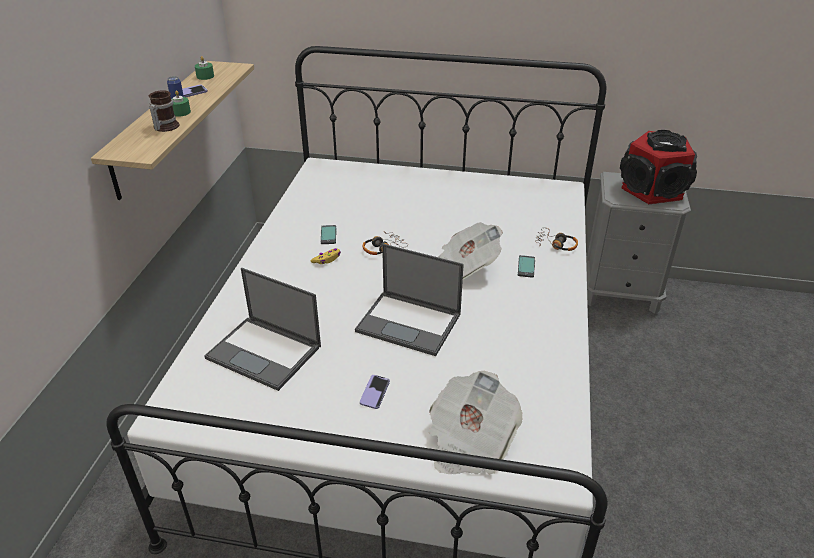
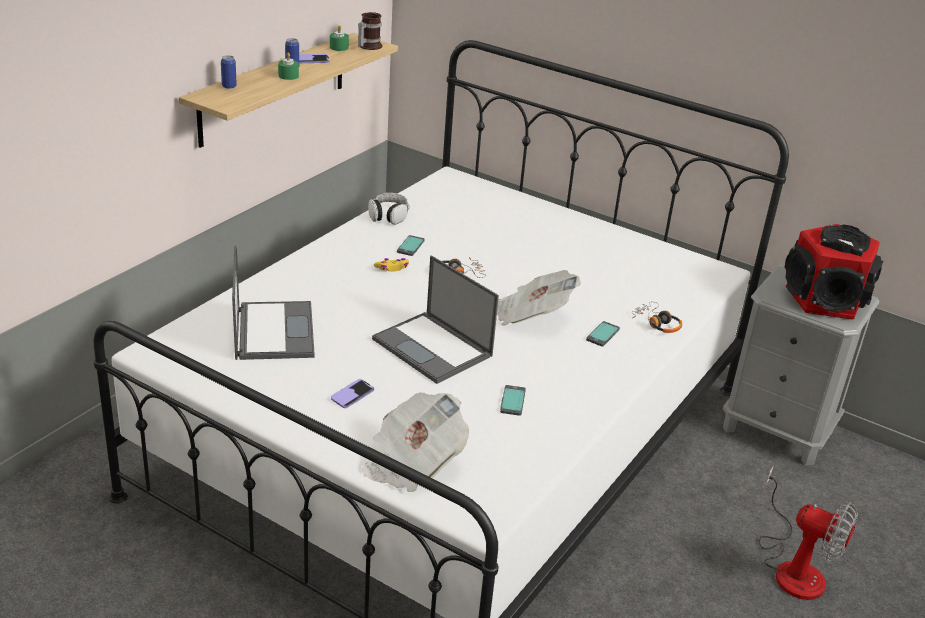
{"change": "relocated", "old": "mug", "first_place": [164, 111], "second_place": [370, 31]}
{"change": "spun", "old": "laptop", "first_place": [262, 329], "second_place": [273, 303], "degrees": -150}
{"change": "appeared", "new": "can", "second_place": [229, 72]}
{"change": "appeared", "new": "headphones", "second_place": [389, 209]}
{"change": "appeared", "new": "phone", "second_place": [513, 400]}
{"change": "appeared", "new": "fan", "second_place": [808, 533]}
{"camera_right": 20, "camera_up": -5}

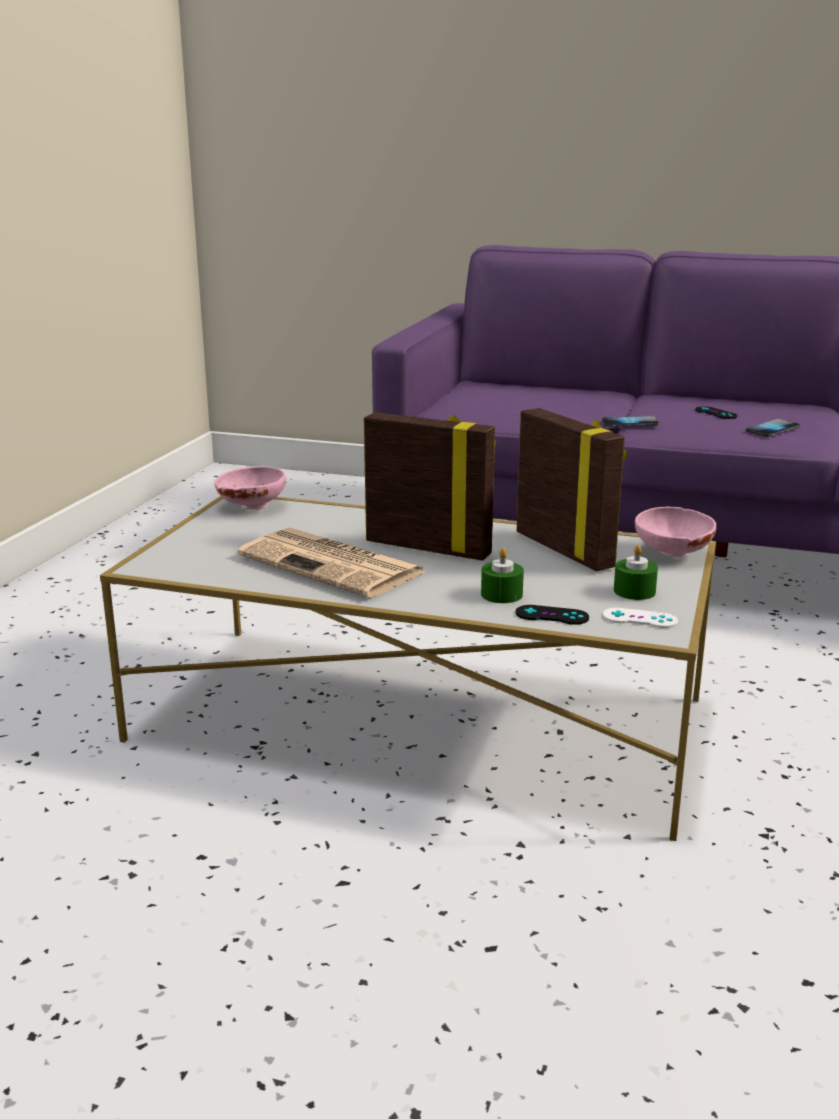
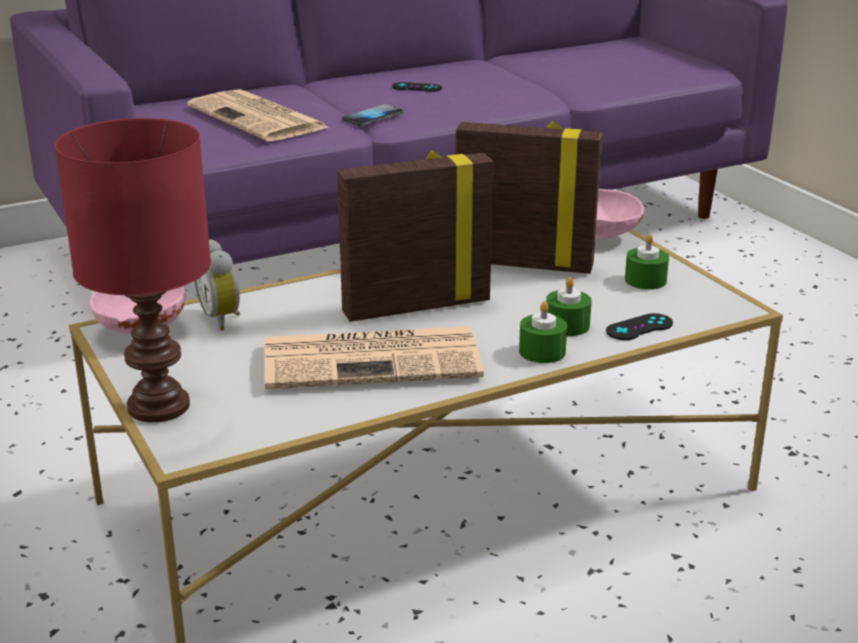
{"change": "missing", "old": "phone", "first_place": [773, 428]}
{"change": "missing", "old": "white game controller", "first_place": [640, 618]}
{"change": "appeared", "new": "newspaper", "second_place": [259, 115]}
{"change": "appeared", "new": "red table lamp", "second_place": [133, 270]}
{"change": "appeared", "new": "alarm clock", "second_place": [217, 285]}
{"change": "appeared", "new": "green candle", "second_place": [543, 332]}
{"camera_right": -45, "camera_up": 5}

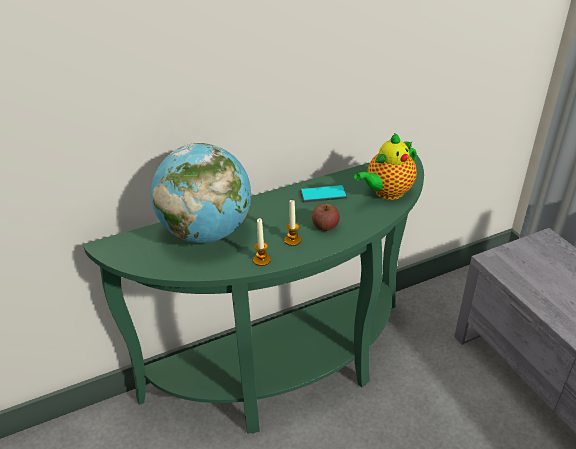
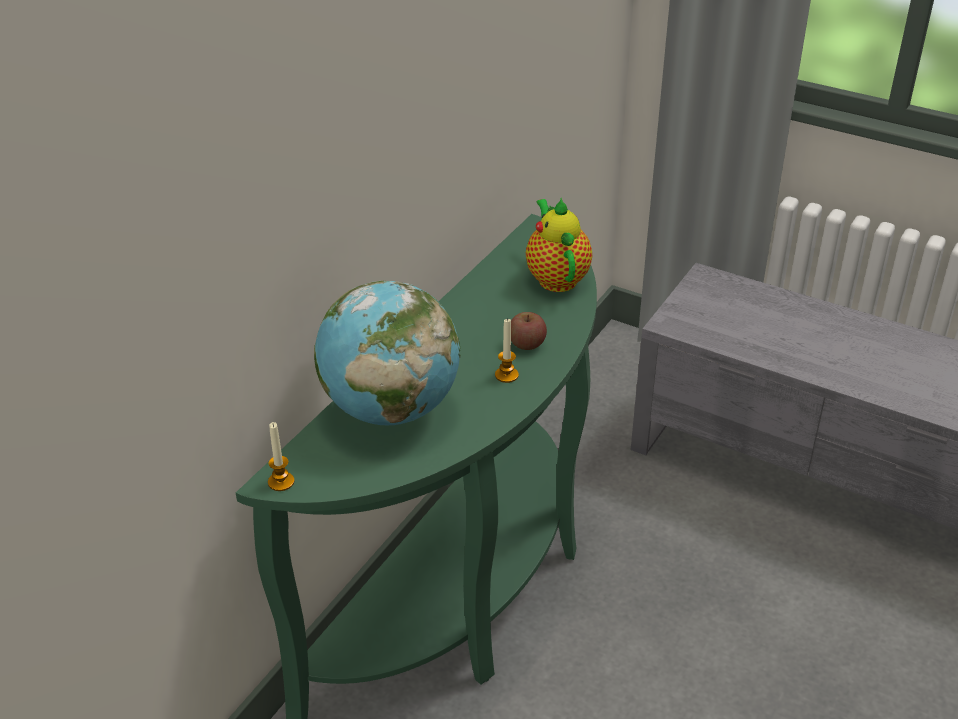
{"change": "spun", "old": "teapot", "first_place": [385, 166], "second_place": [559, 245], "degrees": 150}
{"change": "missing", "old": "phone", "first_place": [323, 194]}
{"change": "relocated", "old": "candle", "first_place": [262, 242], "second_place": [281, 456]}
{"camera_right": -35, "camera_up": 0}

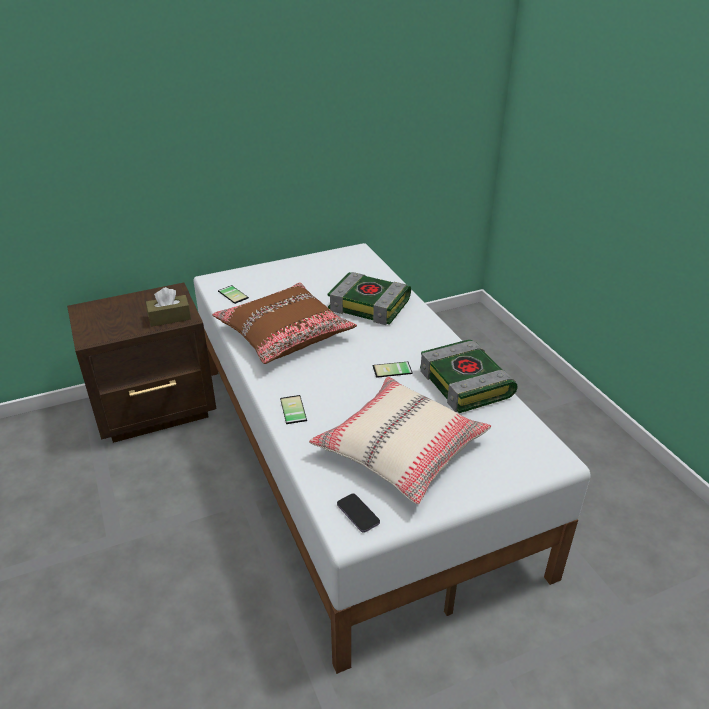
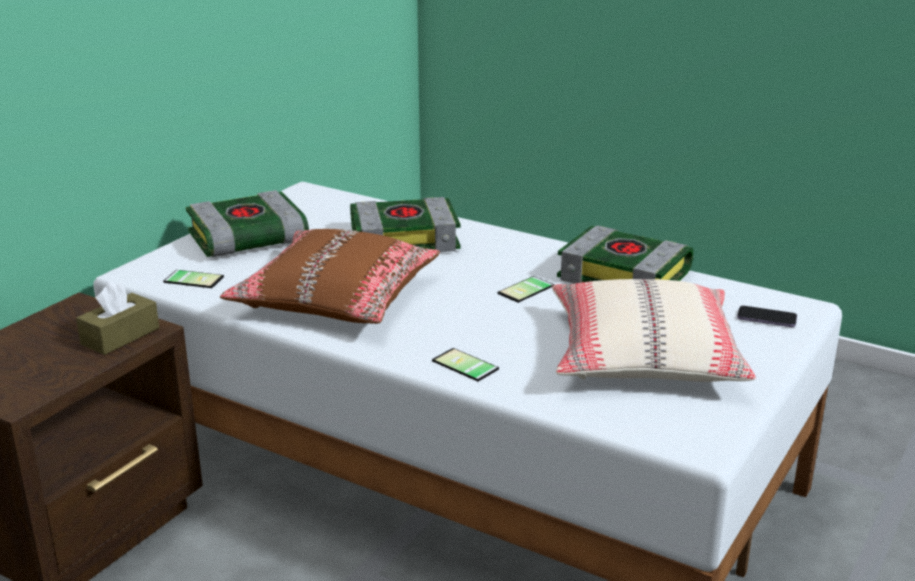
{"change": "relocated", "old": "phone", "first_place": [358, 513], "second_place": [767, 316]}
{"change": "appeared", "new": "book", "second_place": [247, 223]}
{"camera_right": -35, "camera_up": -10}

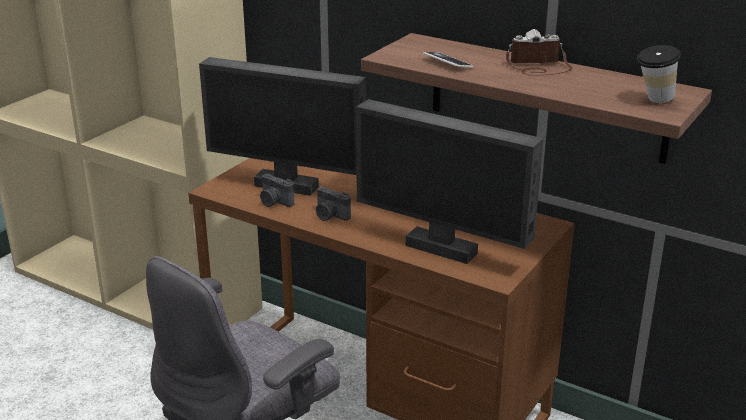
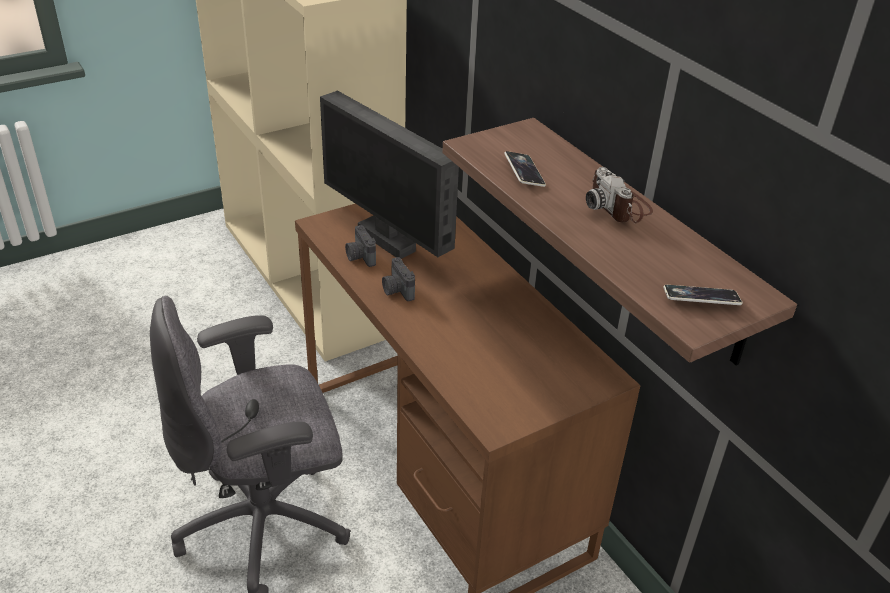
{"change": "spun", "old": "photo camera", "first_place": [539, 52], "second_place": [619, 195], "degrees": -135}
{"change": "exchanged", "old": "cup", "new": "phone", "first_place": [659, 74], "second_place": [703, 295]}
{"change": "missing", "old": "monitor", "first_place": [450, 181]}
{"camera_right": 25, "camera_up": 10}

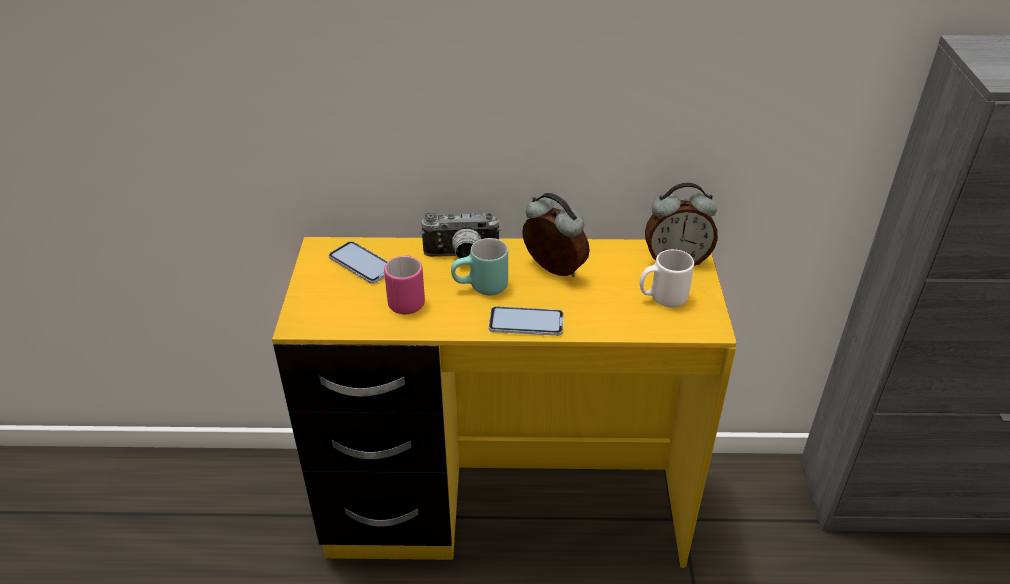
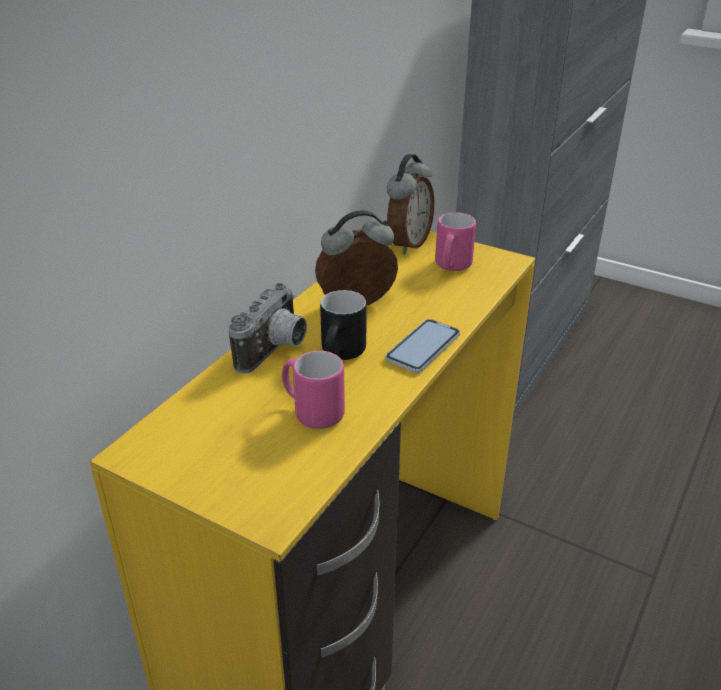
{"change": "colour", "old": "turquoise mug", "new": "black mug", "first_place": [479, 266], "second_place": [343, 325]}
{"change": "missing", "old": "phone", "first_place": [358, 262]}
{"change": "colour", "old": "white mug", "new": "pink mug", "first_place": [667, 278], "second_place": [455, 241]}
{"camera_right": -60, "camera_up": -5}

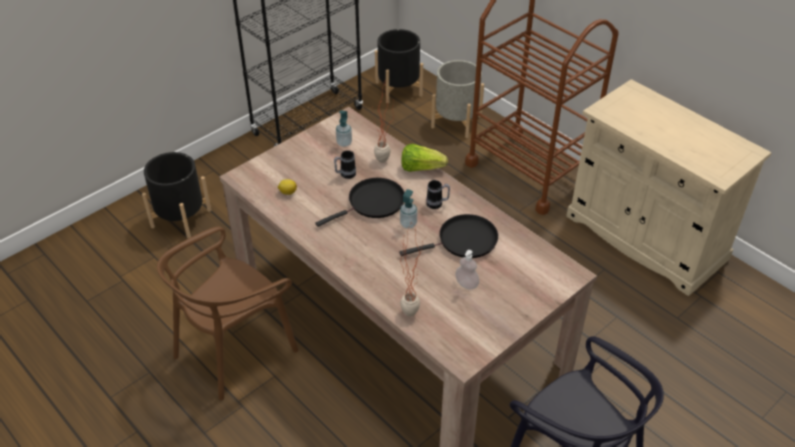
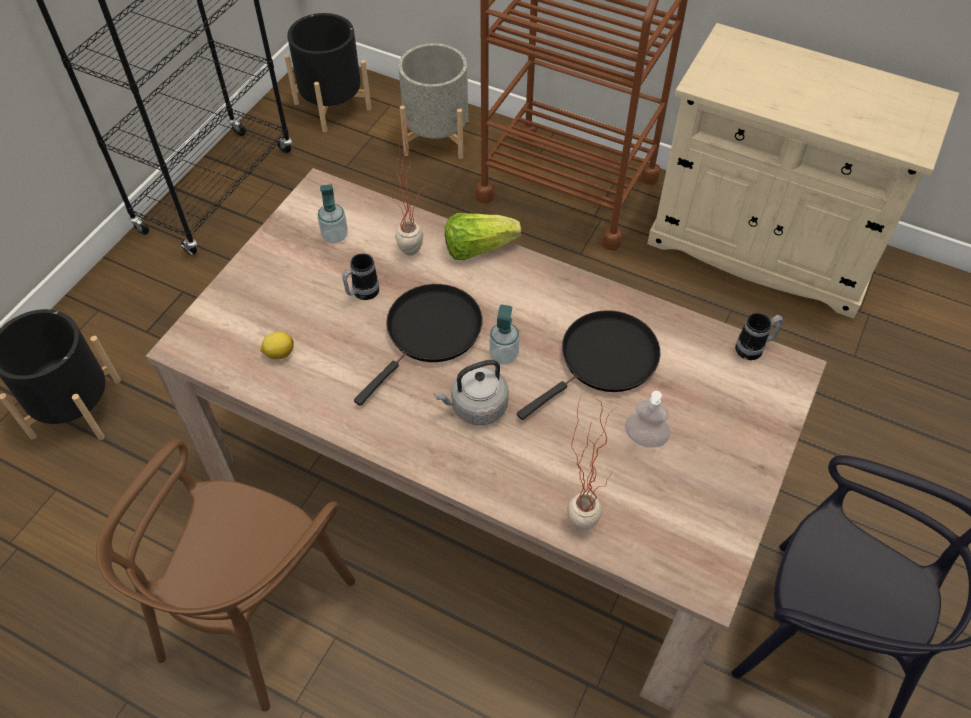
{"change": "relocated", "old": "mug", "first_place": [438, 194], "second_place": [759, 336]}
{"change": "appeared", "new": "grey kettle", "second_place": [471, 392]}
{"camera_right": -20, "camera_up": 10}

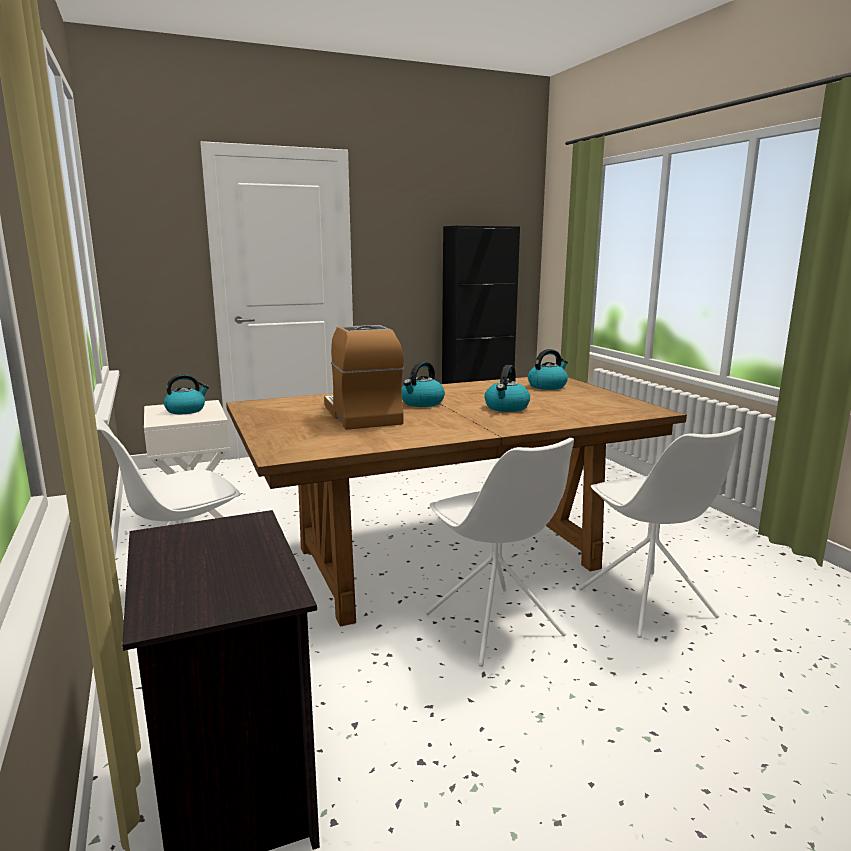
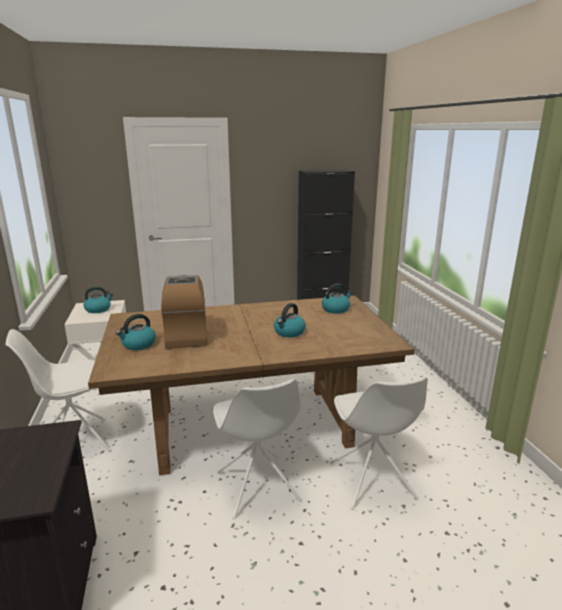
{"change": "relocated", "old": "kettle", "first_place": [423, 384], "second_place": [136, 332]}
{"camera_right": 10, "camera_up": 5}

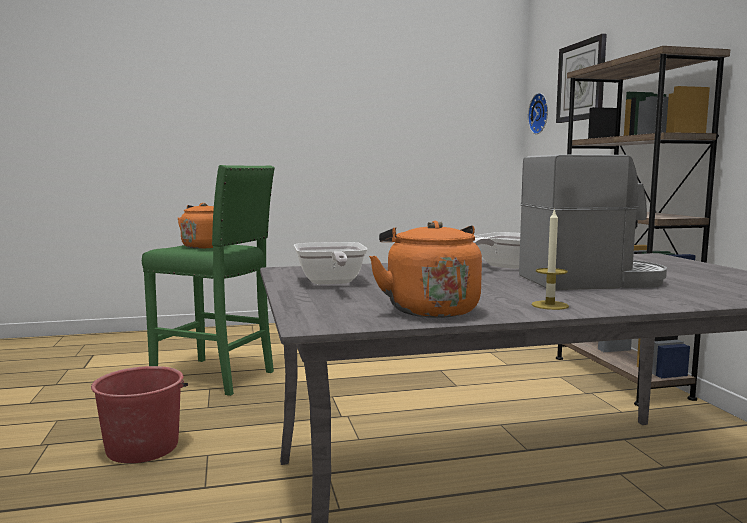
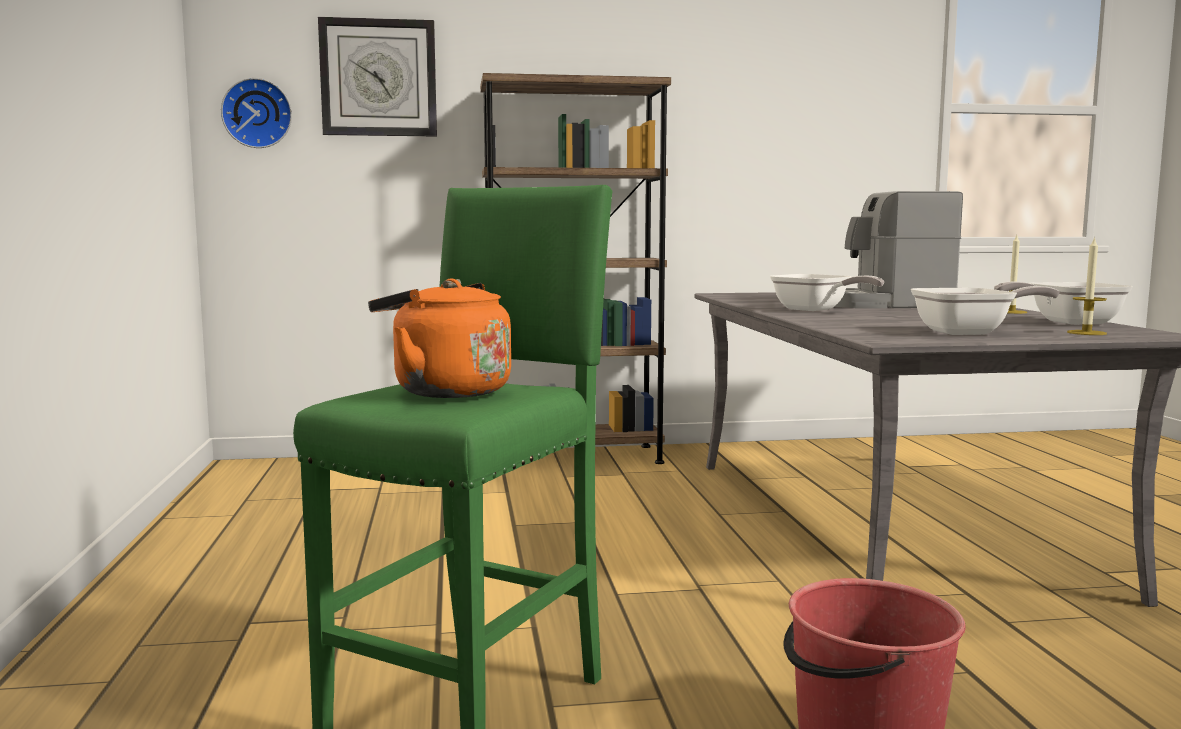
{"change": "spun", "old": "coffee machine", "first_place": [593, 222], "second_place": [898, 249], "degrees": -90}
{"change": "exchanged", "old": "orange kettle", "new": "frying pan", "first_place": [425, 269], "second_place": [1063, 303]}
{"change": "appeared", "new": "candle", "second_place": [1087, 285]}
{"camera_right": -85, "camera_up": 0}

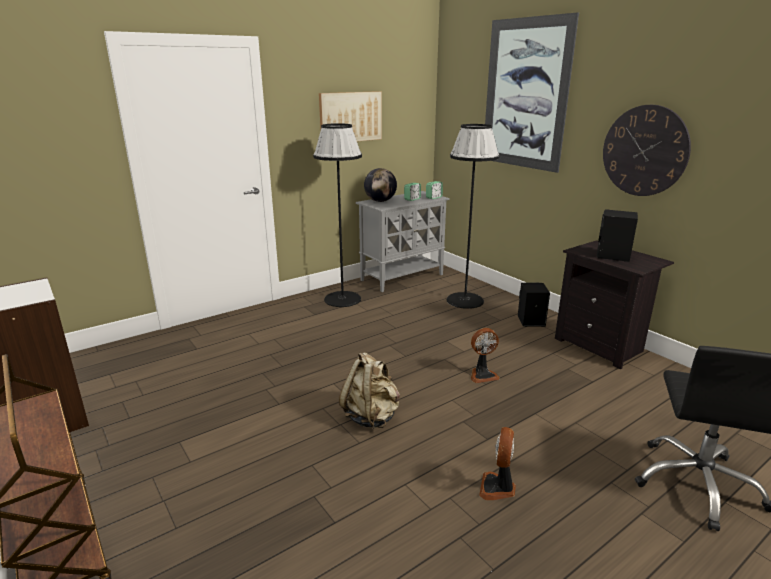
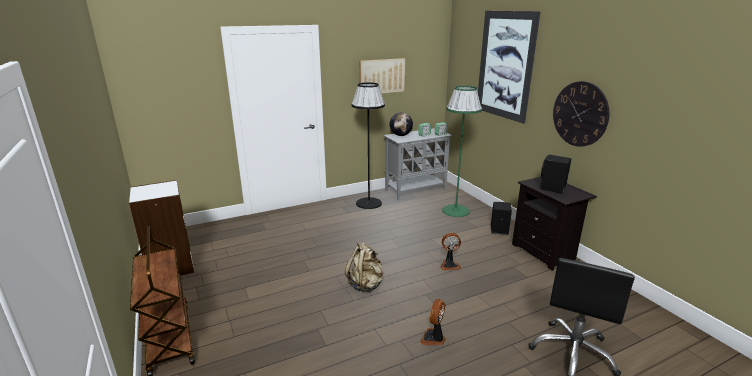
{"change": "colour", "old": "black floor lamp", "new": "green floor lamp", "first_place": [473, 216], "second_place": [462, 151]}
{"camera_right": 10, "camera_up": 0}

